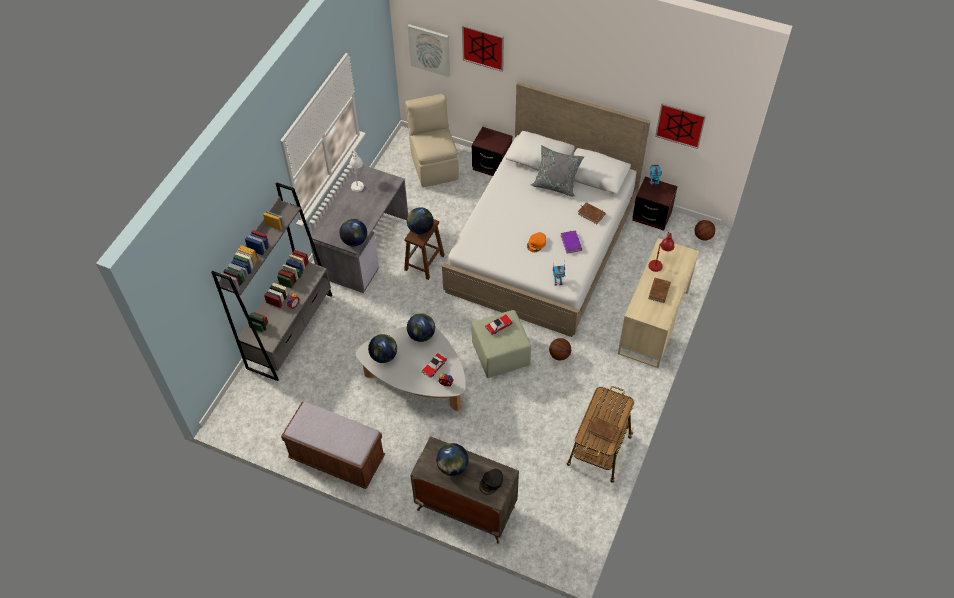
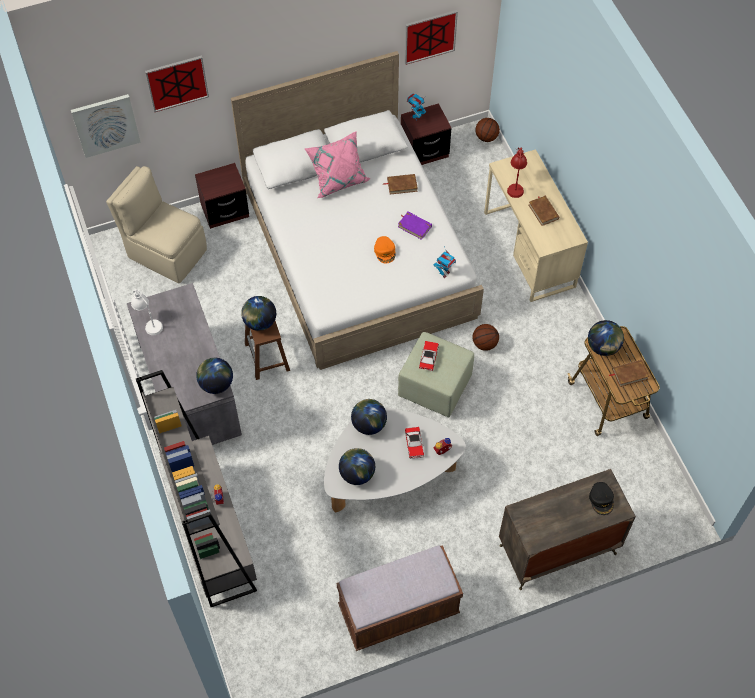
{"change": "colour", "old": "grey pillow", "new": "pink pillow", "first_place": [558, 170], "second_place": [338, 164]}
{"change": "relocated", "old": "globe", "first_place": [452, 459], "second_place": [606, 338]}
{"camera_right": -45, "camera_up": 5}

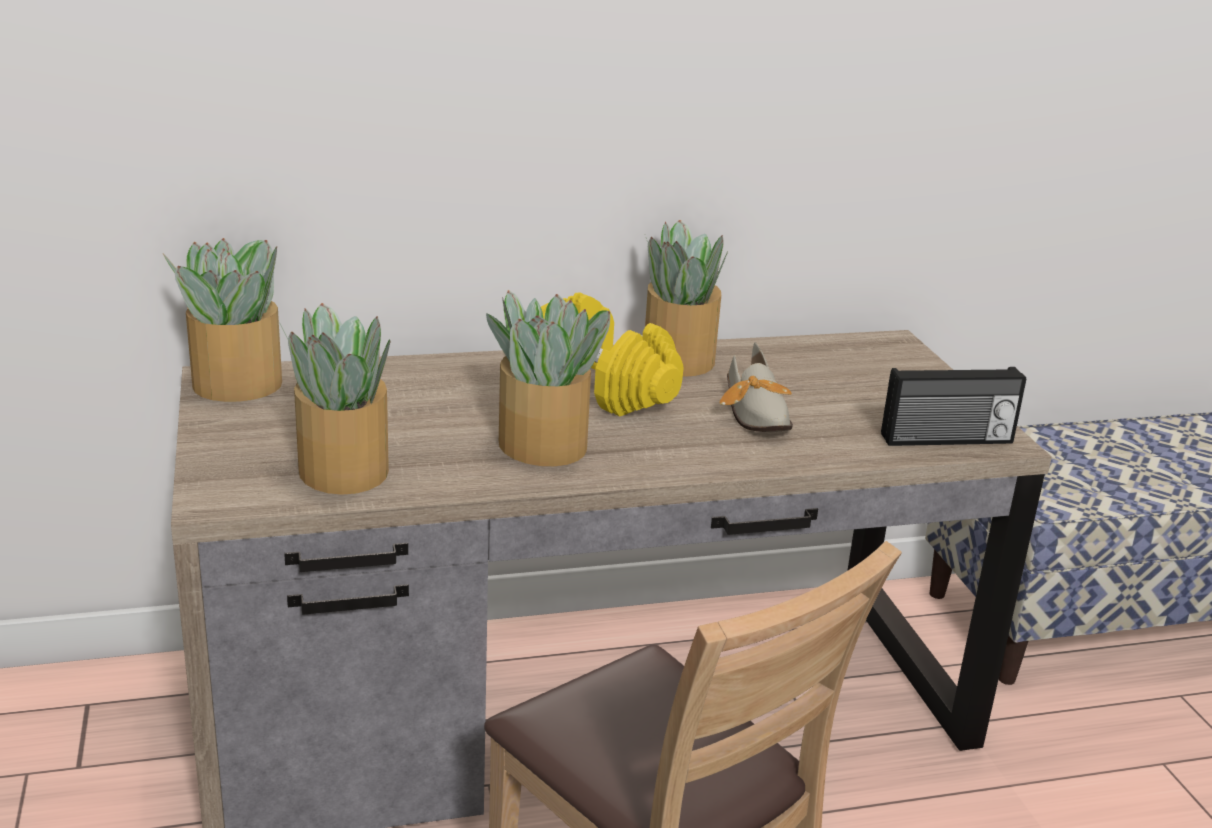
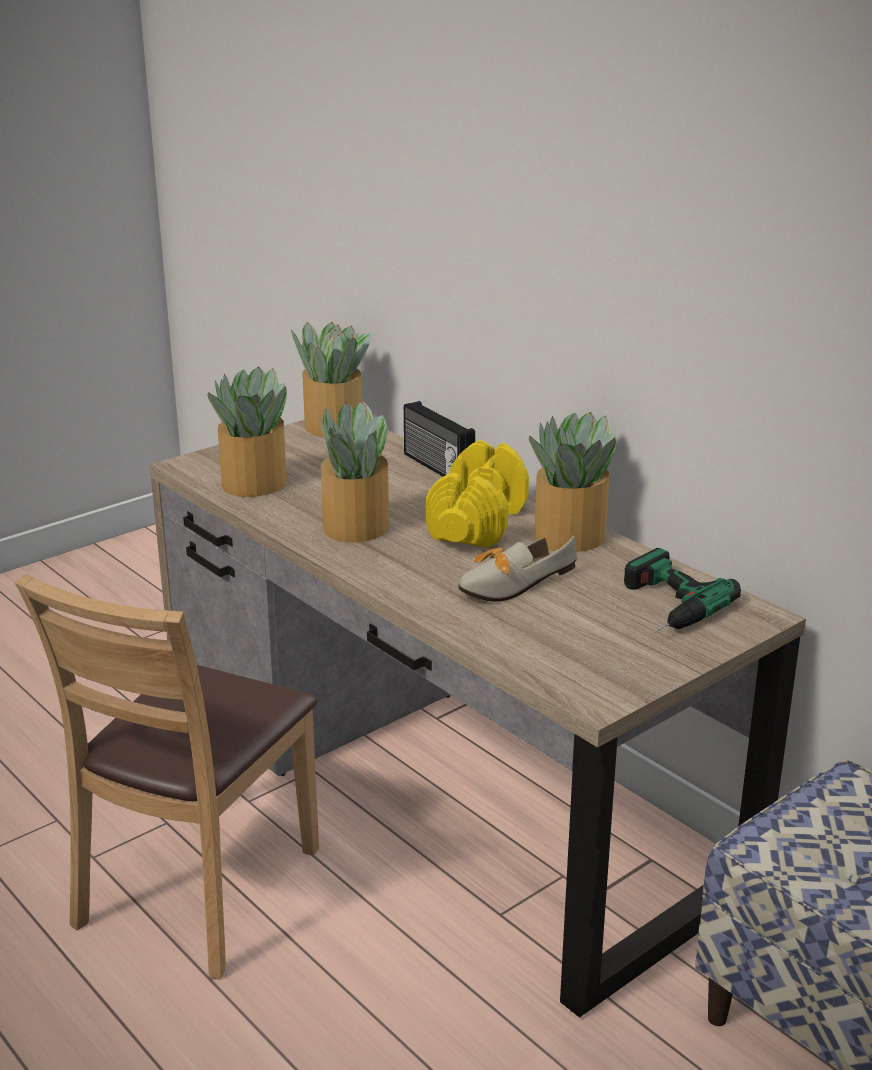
{"change": "relocated", "old": "radio", "first_place": [953, 406], "second_place": [439, 439]}
{"change": "appeared", "new": "power drill", "second_place": [682, 590]}
{"camera_right": 65, "camera_up": 0}

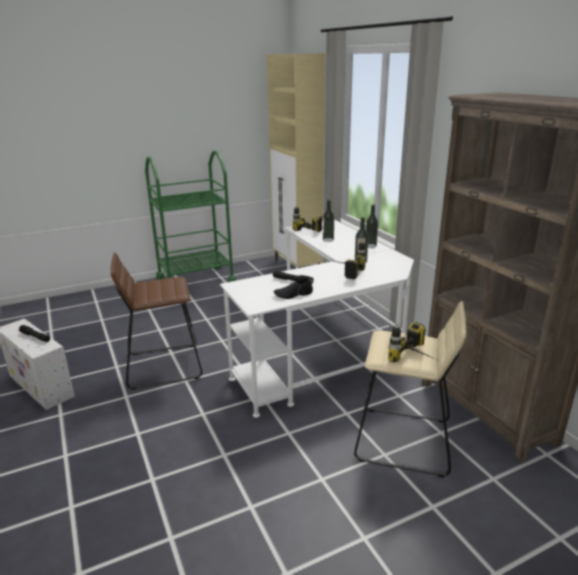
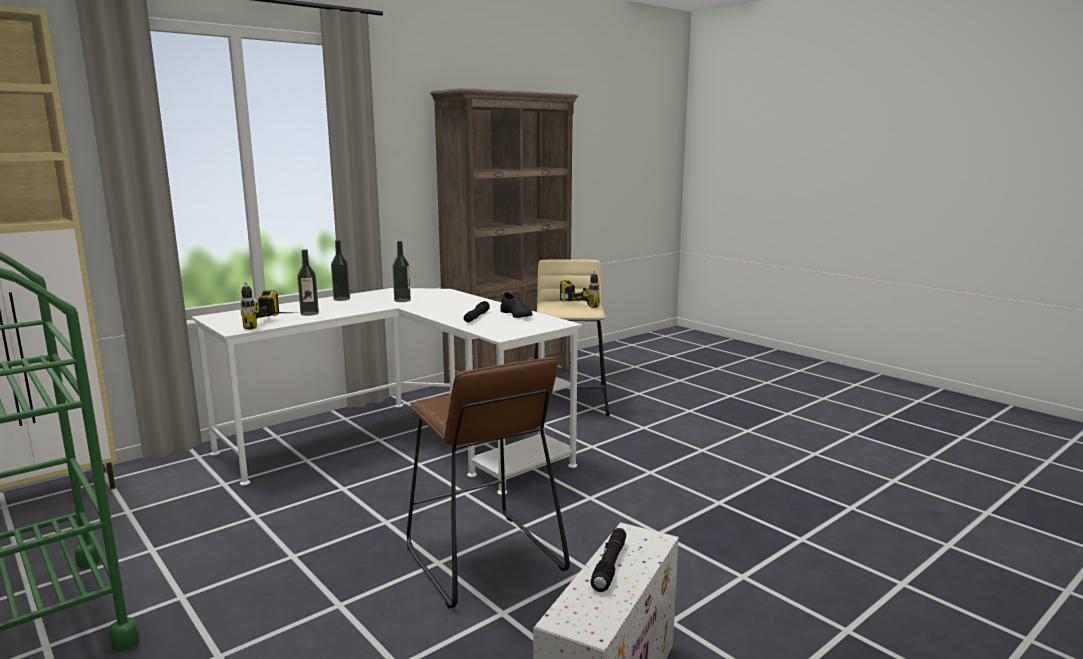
{"change": "missing", "old": "power drill", "first_place": [350, 259]}
{"camera_right": -105, "camera_up": -10}

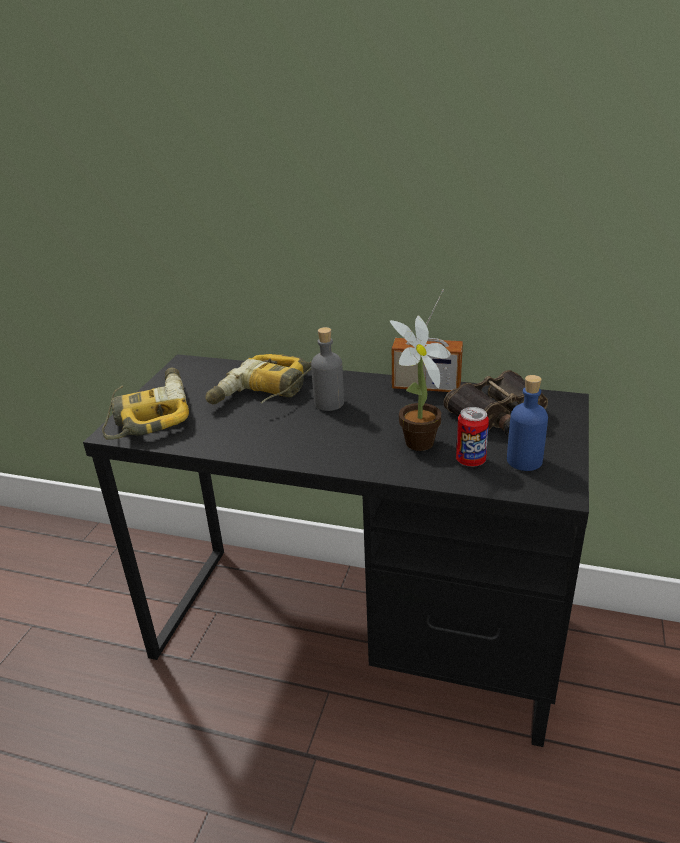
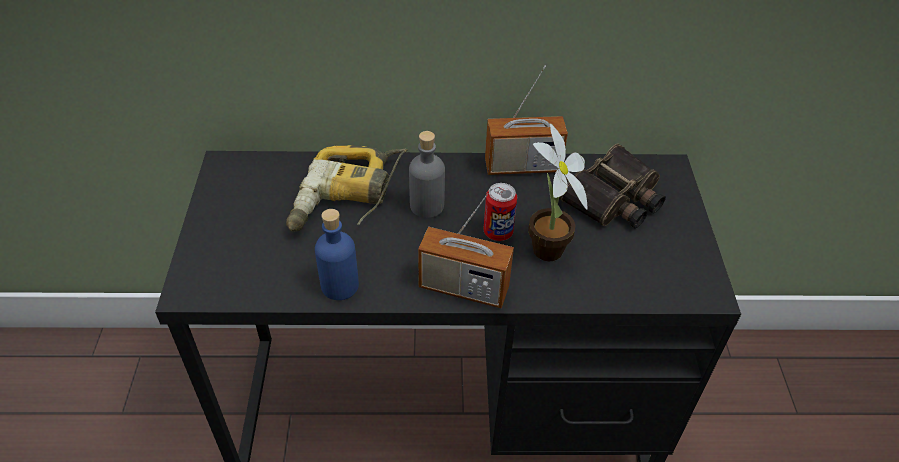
{"change": "missing", "old": "power drill", "first_place": [145, 403]}
{"change": "relocated", "old": "blue bottle", "first_place": [527, 423], "second_place": [337, 254]}
{"change": "relocated", "old": "can", "first_place": [472, 437], "second_place": [500, 212]}
{"change": "appeared", "new": "radio", "second_place": [466, 247]}
{"camera_right": -20, "camera_up": 15}

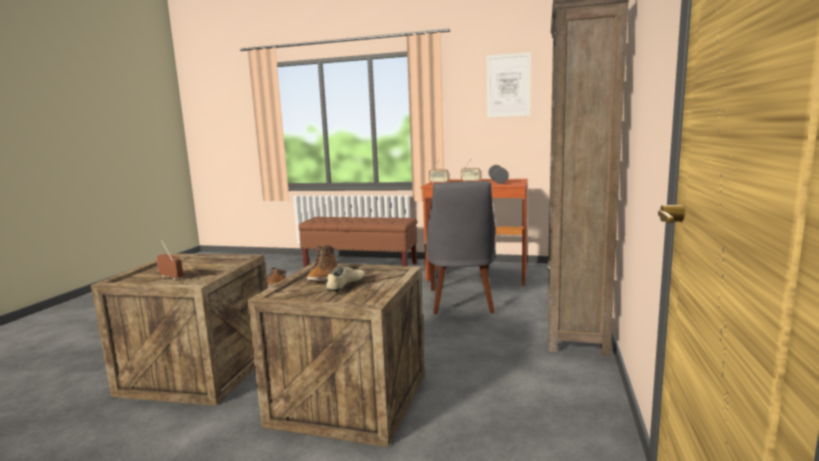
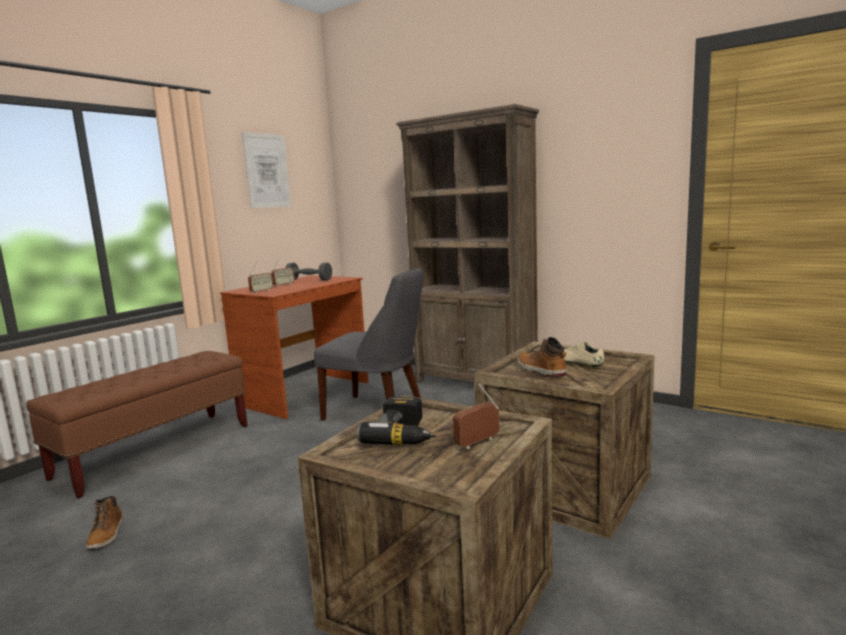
{"change": "spun", "old": "boot", "first_place": [322, 263], "second_place": [541, 357], "degrees": -150}
{"change": "appeared", "new": "power drill", "second_place": [396, 421]}
{"camera_right": -70, "camera_up": 0}

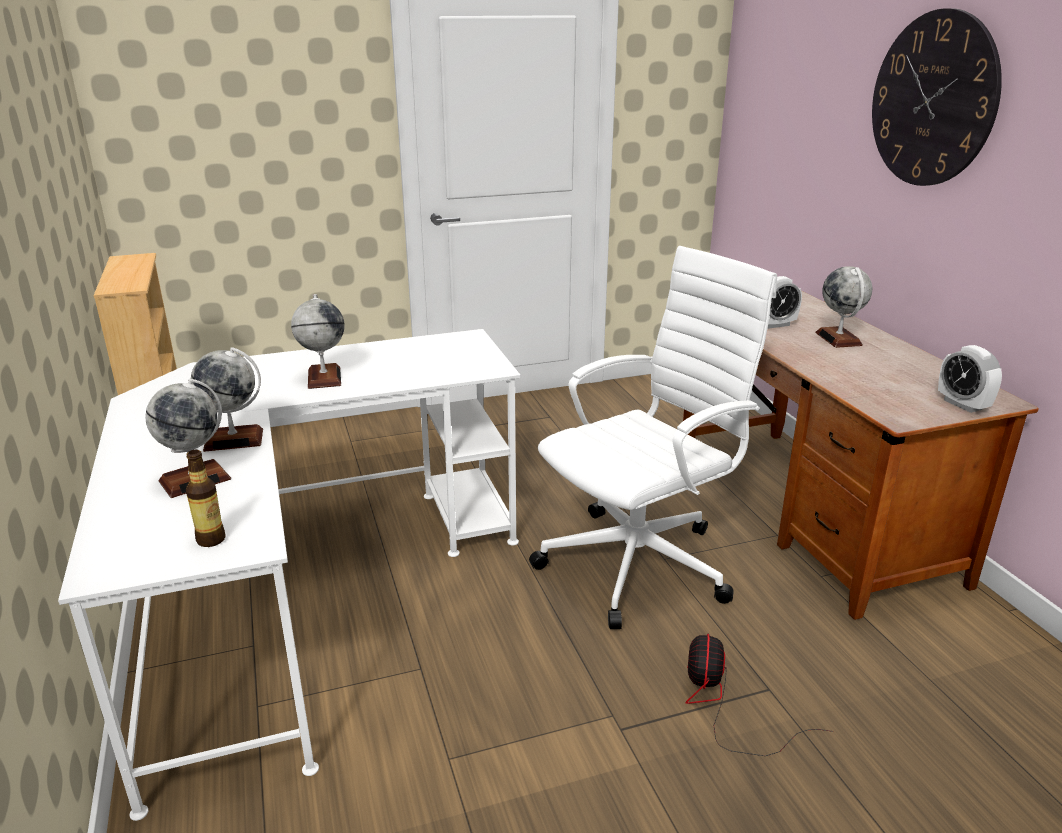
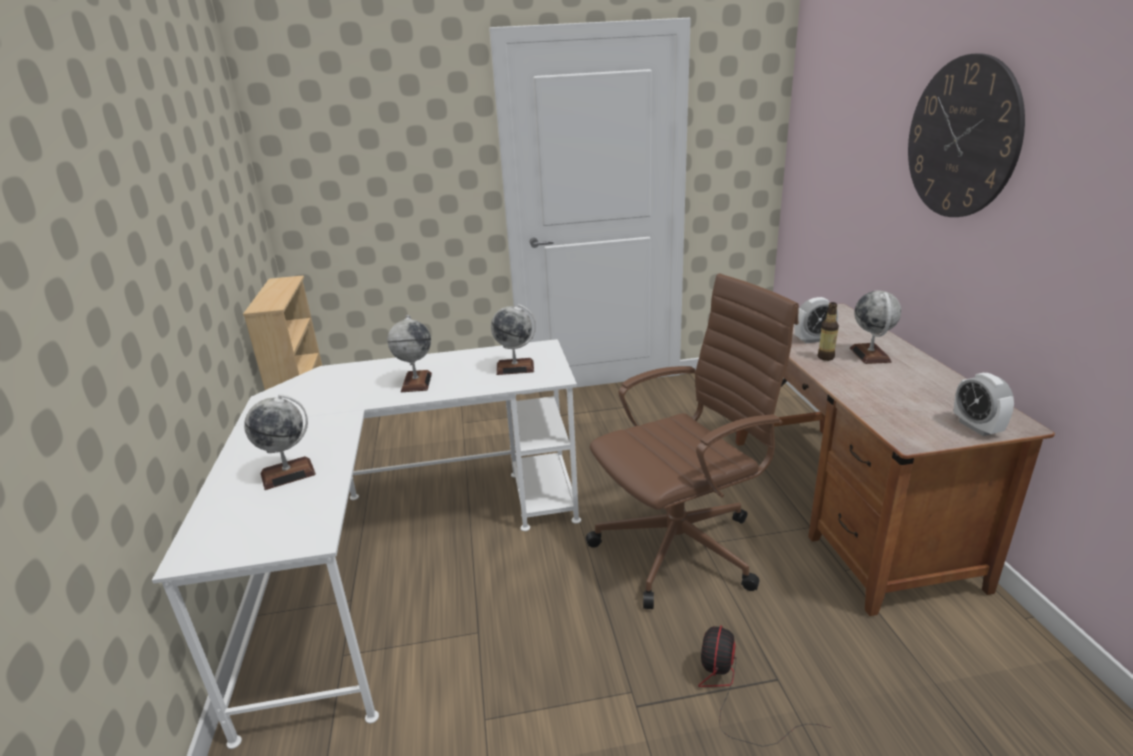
{"change": "colour", "old": "white office chair", "new": "brown office chair", "first_place": [653, 437], "second_place": [692, 441]}
{"change": "relocated", "old": "globe", "first_place": [227, 399], "second_place": [513, 339]}
{"change": "relocated", "old": "bottle", "first_place": [206, 498], "second_place": [828, 331]}
{"camera_right": 10, "camera_up": 0}

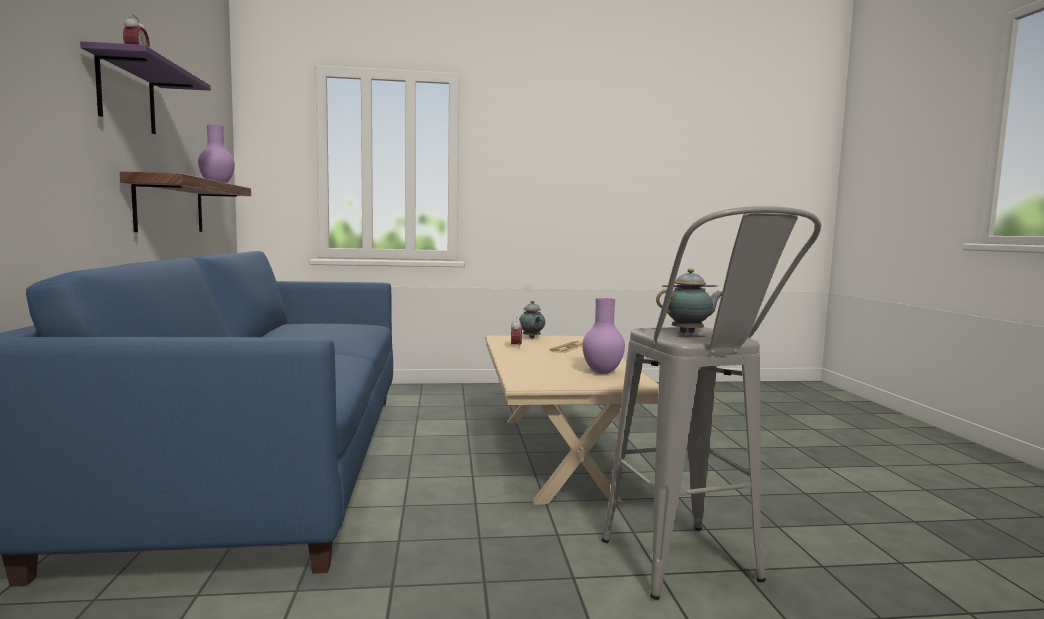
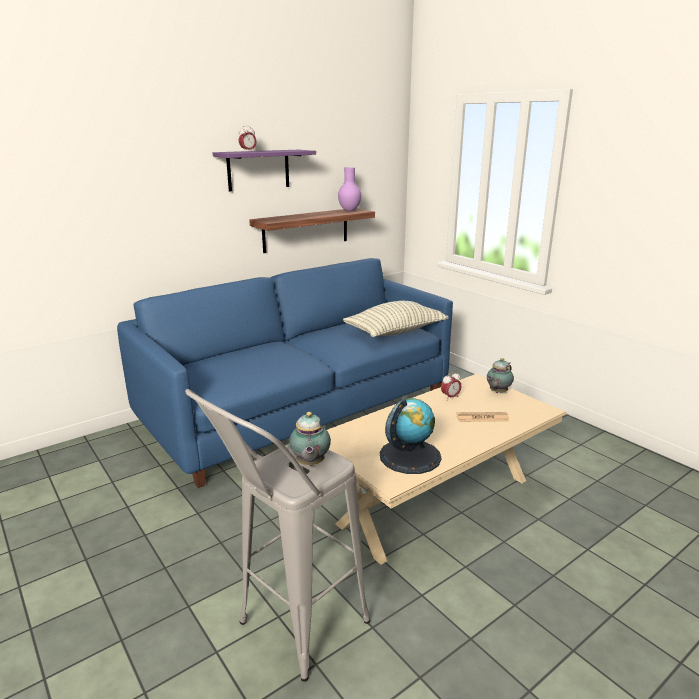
{"change": "spun", "old": "teapot", "first_place": [689, 300], "second_place": [310, 439], "degrees": 45}
{"change": "exchanged", "old": "purple vase", "new": "globe", "first_place": [603, 336], "second_place": [411, 436]}
{"change": "appeared", "new": "pillow", "second_place": [396, 319]}
{"camera_right": 60, "camera_up": 15}

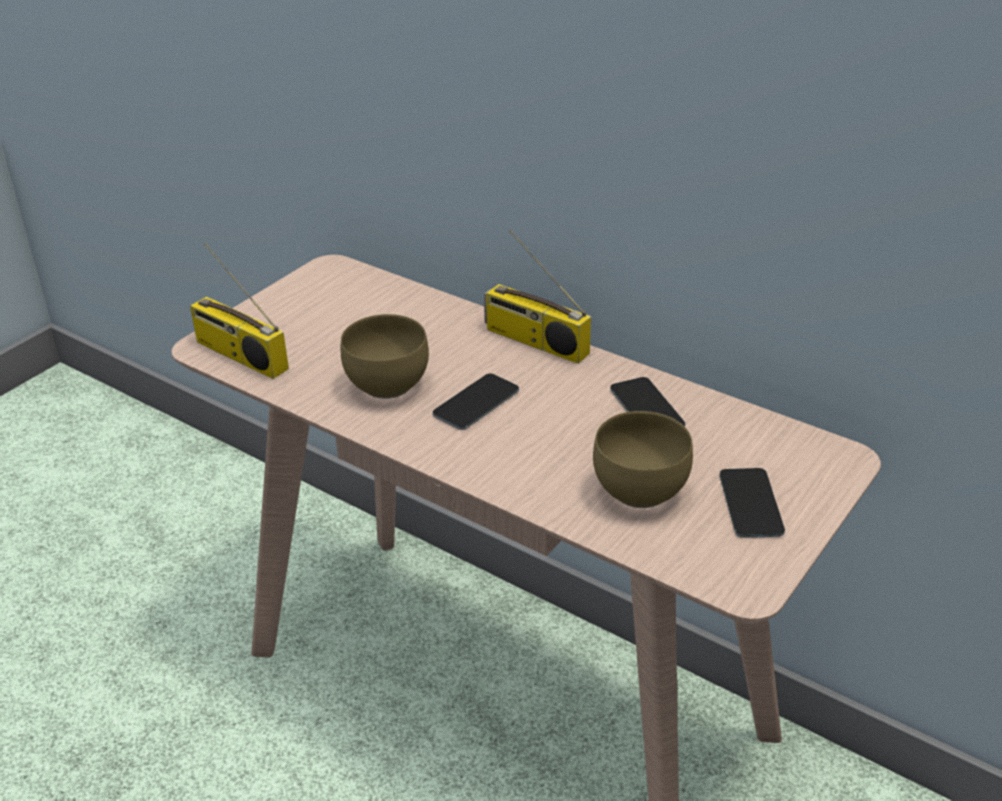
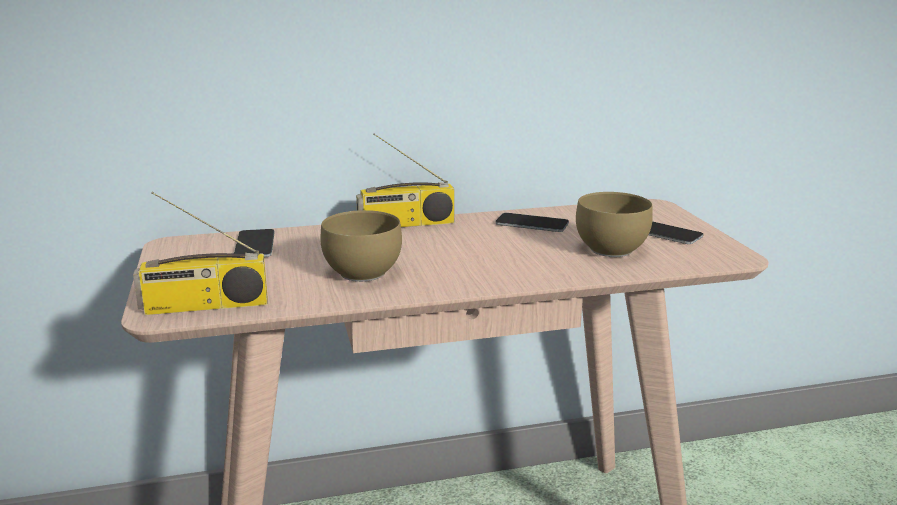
{"change": "relocated", "old": "phone", "first_place": [476, 402], "second_place": [254, 243]}
{"camera_right": -50, "camera_up": -15}

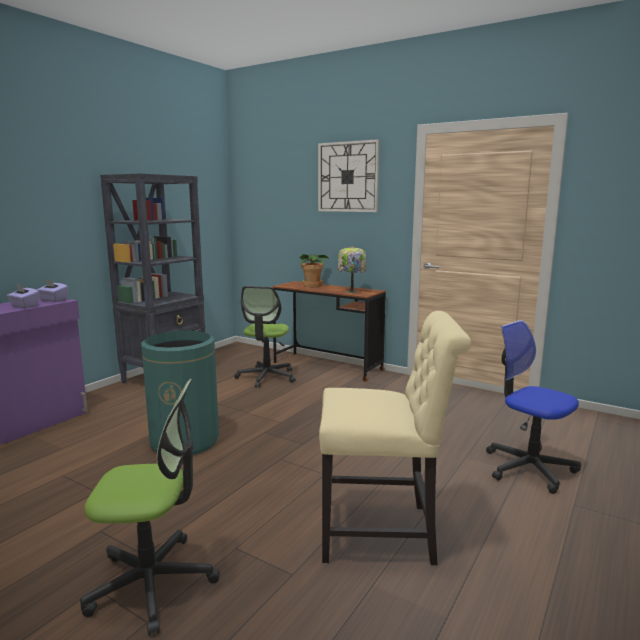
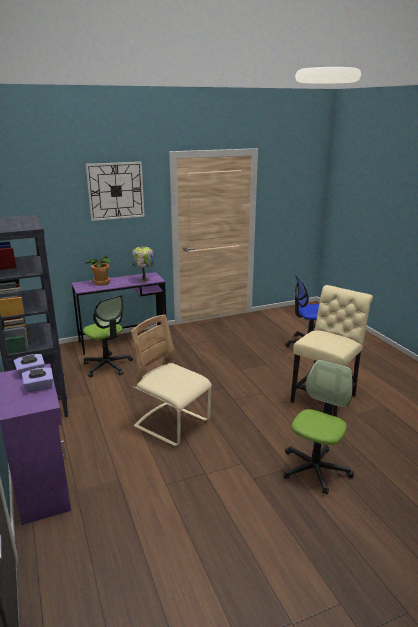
{"change": "colour", "old": "brown desk", "new": "purple desk", "first_place": [329, 331], "second_place": [119, 313]}
{"change": "exchanged", "old": "green trash can", "new": "beige chair", "first_place": [180, 392], "second_place": [171, 380]}
{"camera_right": -55, "camera_up": 10}

